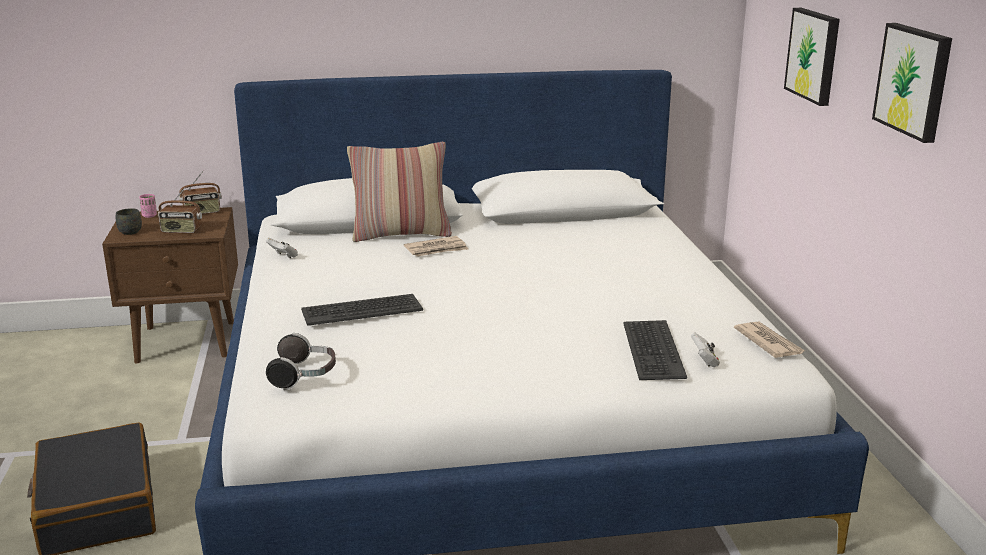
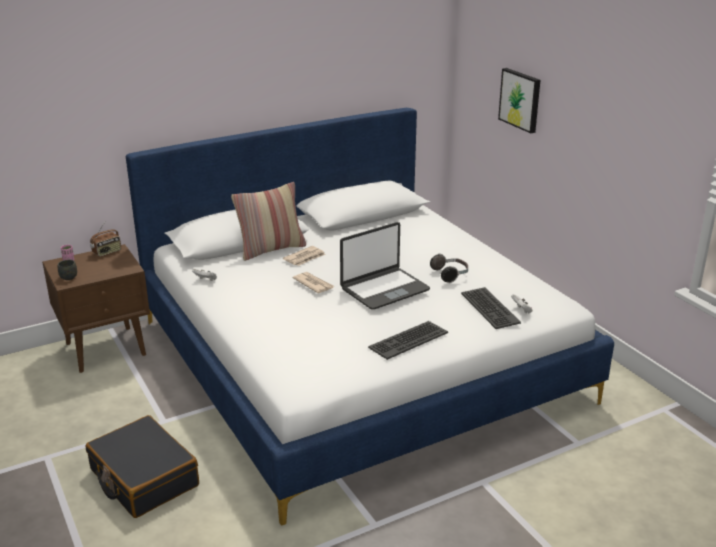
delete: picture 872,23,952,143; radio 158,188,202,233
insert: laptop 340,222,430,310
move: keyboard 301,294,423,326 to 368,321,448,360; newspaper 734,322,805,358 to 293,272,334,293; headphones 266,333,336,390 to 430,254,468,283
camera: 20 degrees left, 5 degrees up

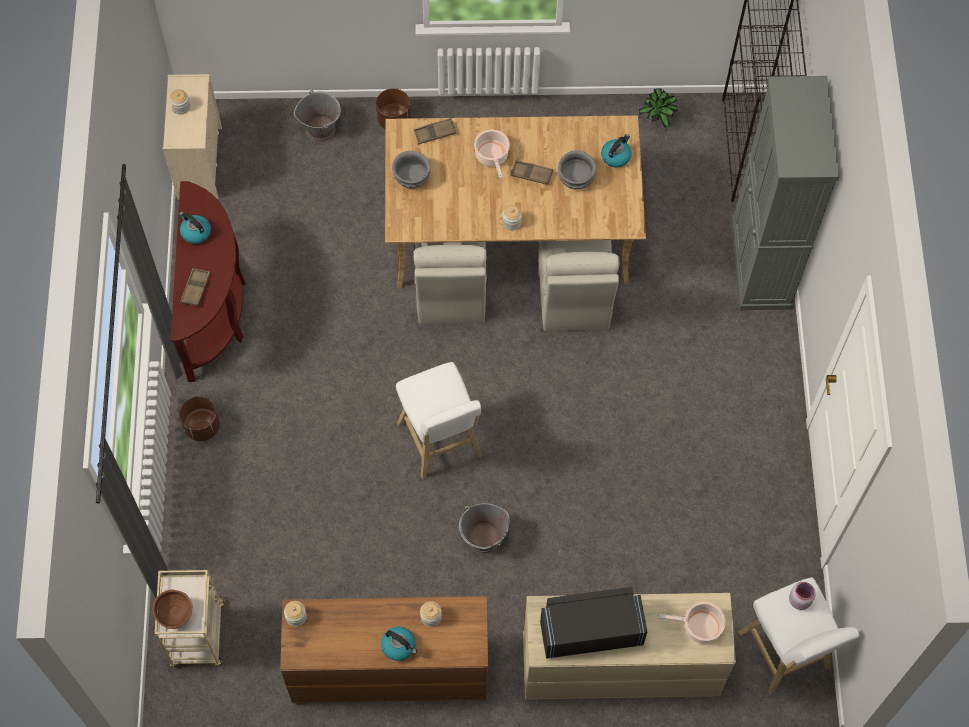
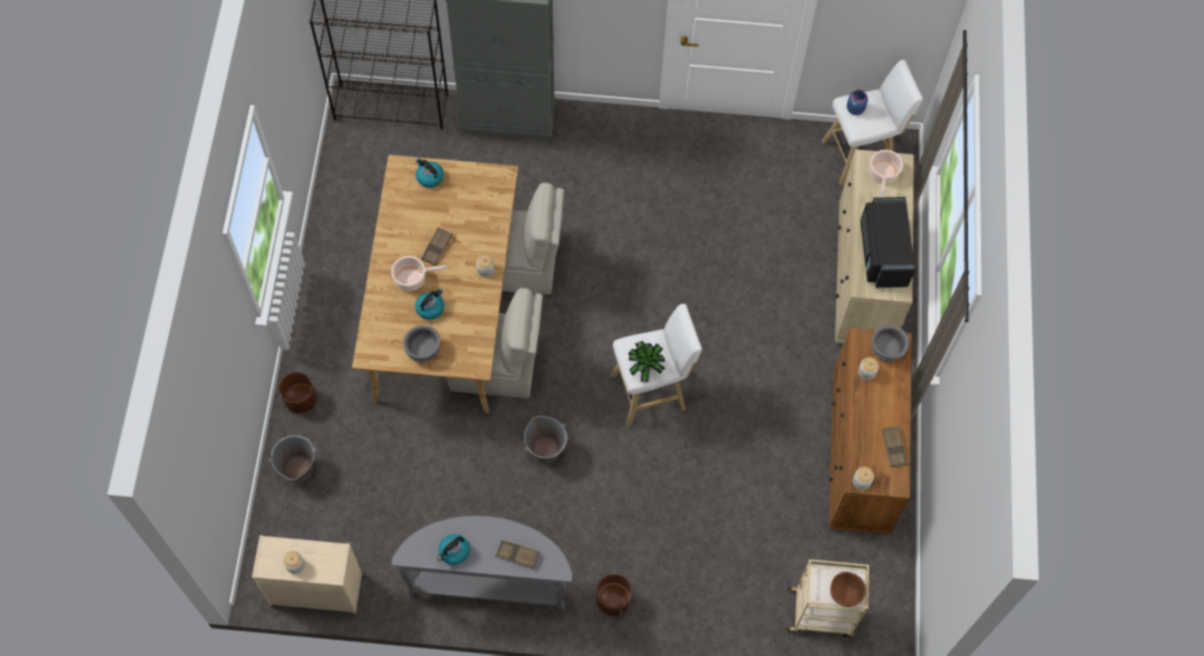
move: potted plant 639,88,677,128 to 628,341,665,382; tray/brown 414,118,456,144 to 882,426,908,467; bowl/grey 558,150,596,189 to 871,325,909,362; bucket/grey 459,503,509,554 to 524,416,568,464; kettle 381,627,417,661 to 415,288,444,320
recolor: console table/brown 171,181,246,382 to console table/grey 391,516,572,612; jar/pink 789,582,816,610 to jar/blue 847,89,868,115
camera: 85 degrees left, 0 degrees up

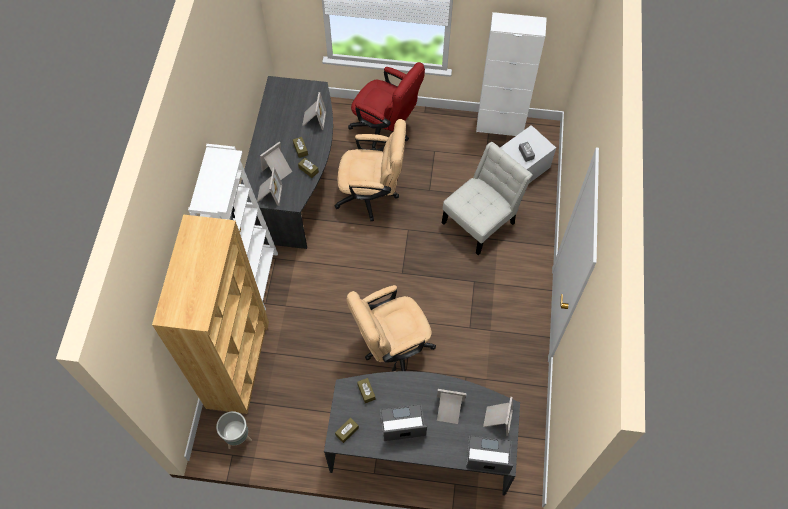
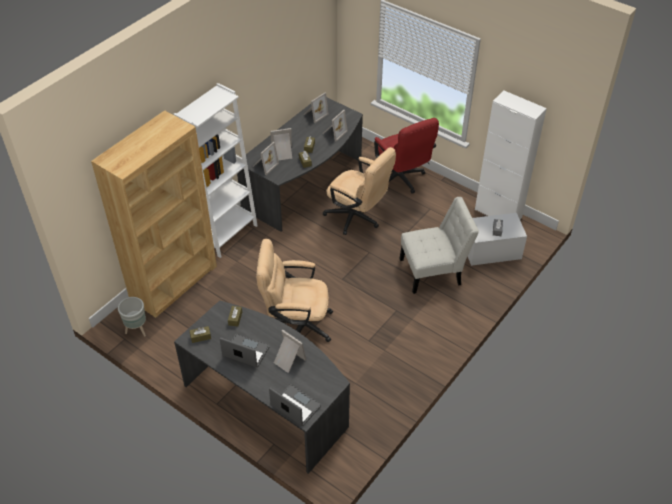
move: picture frame 483,397,513,436 to 304,93,329,123
camera: 30 degrees right, 15 degrees down

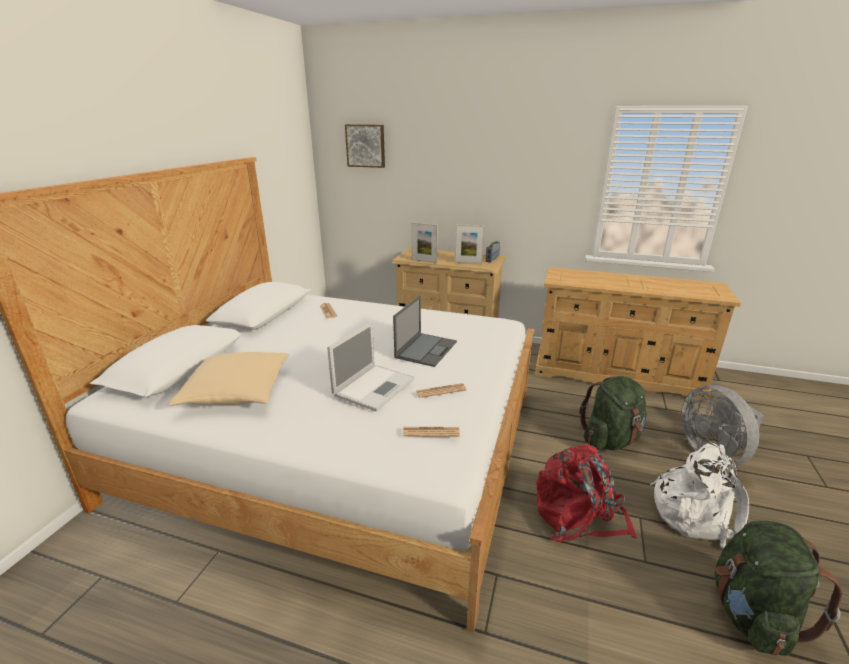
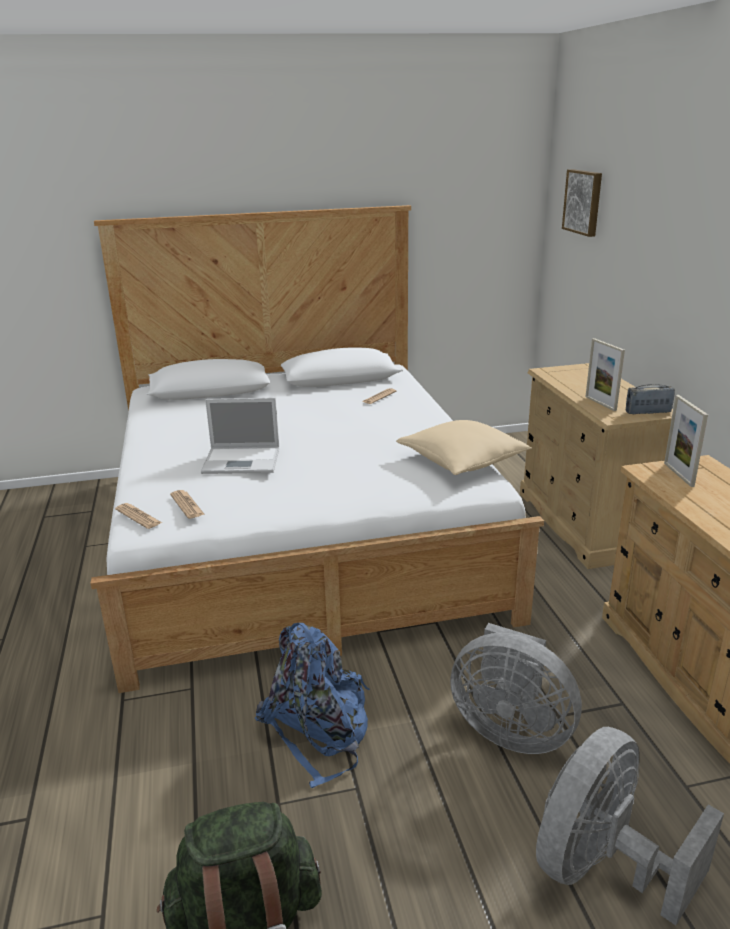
delete: laptop 393,296,457,367; backpack/white 650,443,749,549
move: picture frame 411,222,438,263 to 664,395,708,487; pillow/beige 168,352,290,406 to 396,420,532,475; newspaper 416,383,467,398 to 115,503,162,529
replace: backpack/green 579,376,647,450 to fan/grey 450,623,582,754
recolor: backpack/red 536,445,637,542 to backpack/blue 255,623,370,788
camera: 60 degrees right, 0 degrees up

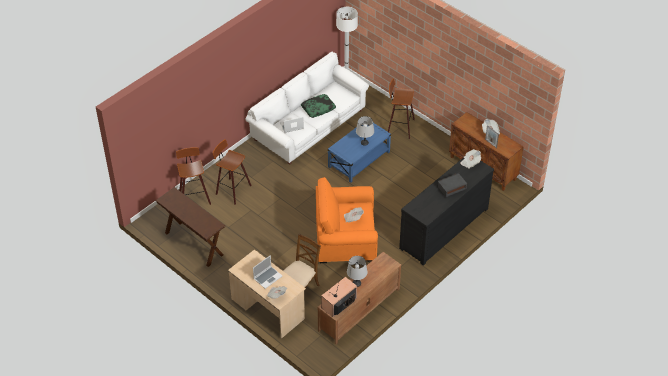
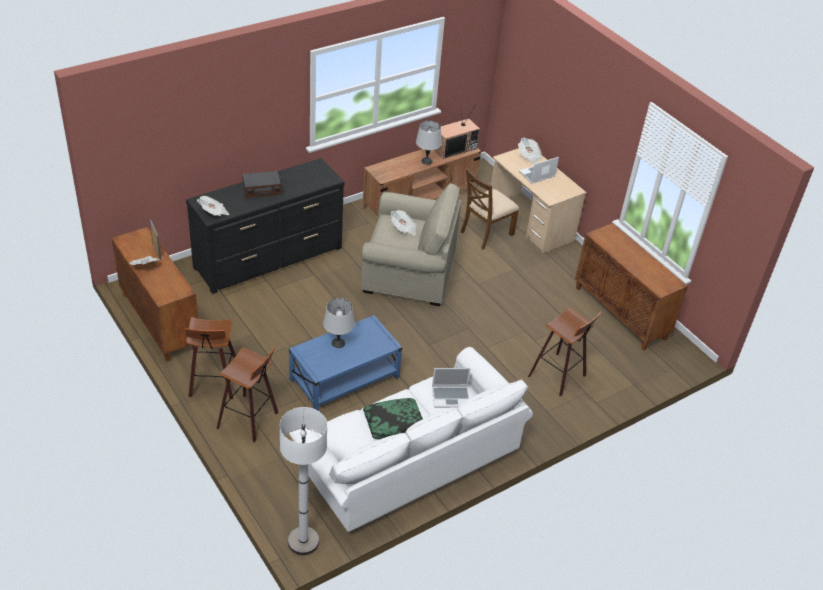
move: stool 176,147,211,205 to 185,317,236,399
replace: console table/brown 155,187,225,267 to cabinet/brown 575,223,688,351
recolor: armchair/orange 316,177,378,263 to armchair/beige 361,183,462,306
camera: 170 degrees left, 5 degrees down

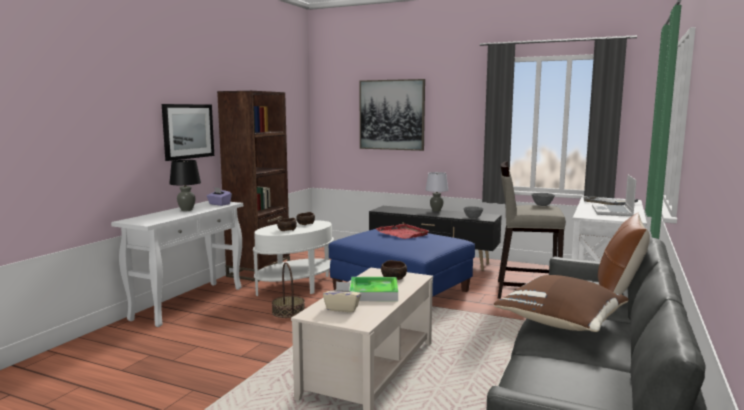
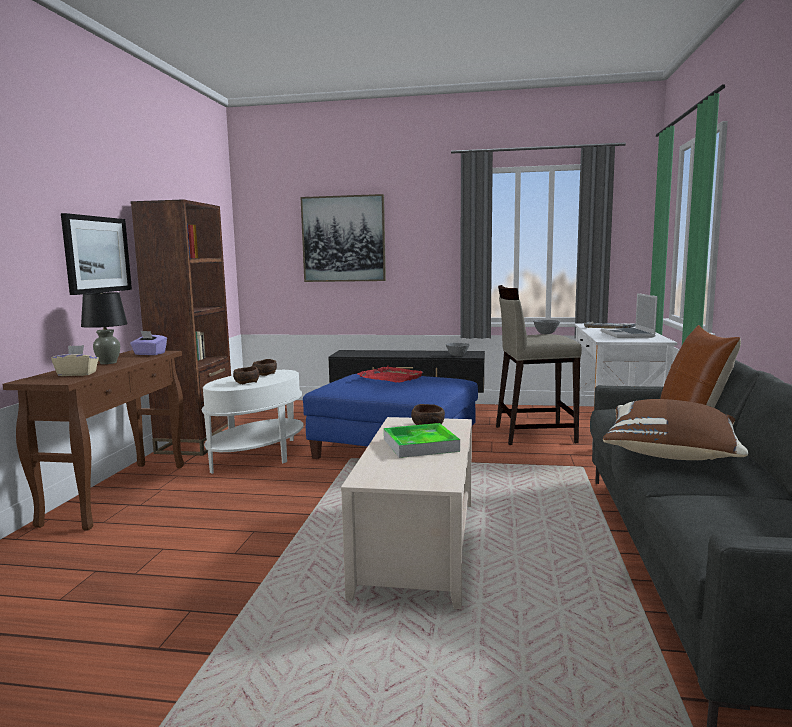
delete: table lamp/grey 426,172,448,212; basket 272,262,305,318
move: tissue box/beige 323,281,361,312 to 51,345,99,376
recolor: console table/white 111,201,243,327 to console table/brown 3,350,184,531
camera: 15 degrees left, 0 degrees up

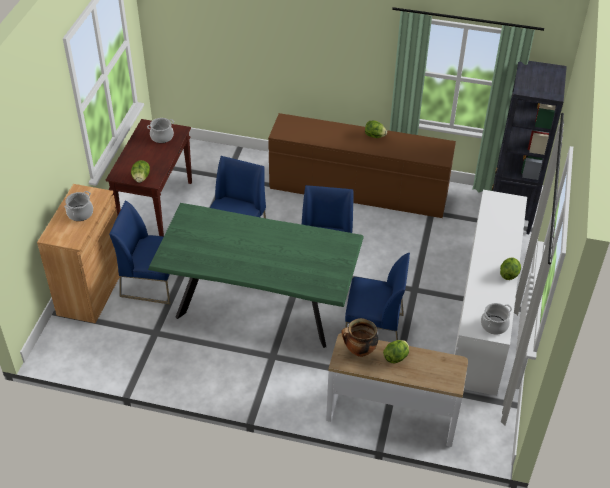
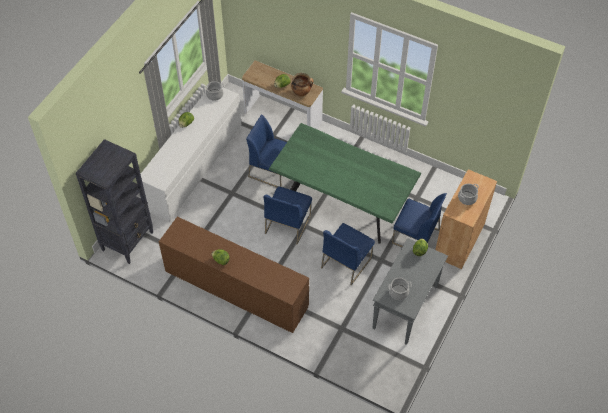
recolor: console table/brown 106,119,192,236 to console table/grey 372,238,448,345
camera: 165 degrees left, 10 degrees up

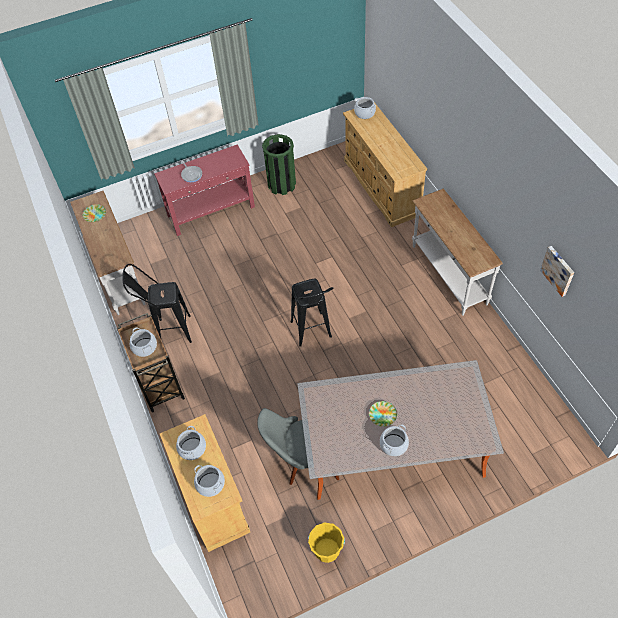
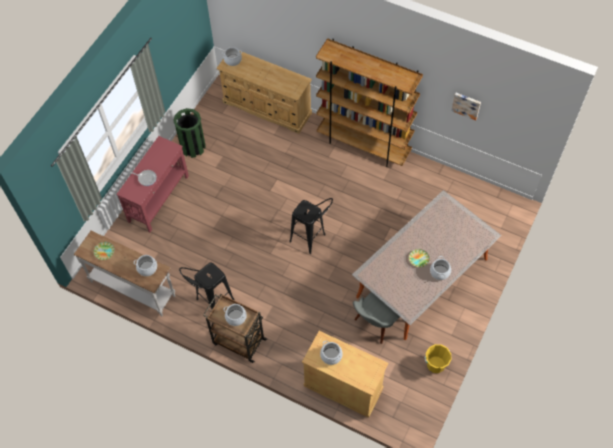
move: cooking pot 194,465,225,497 to 134,255,157,276
replace: console table/white 412,189,503,316 to bookcase/brown 316,38,423,167
camera: 40 degrees left, 5 degrees up

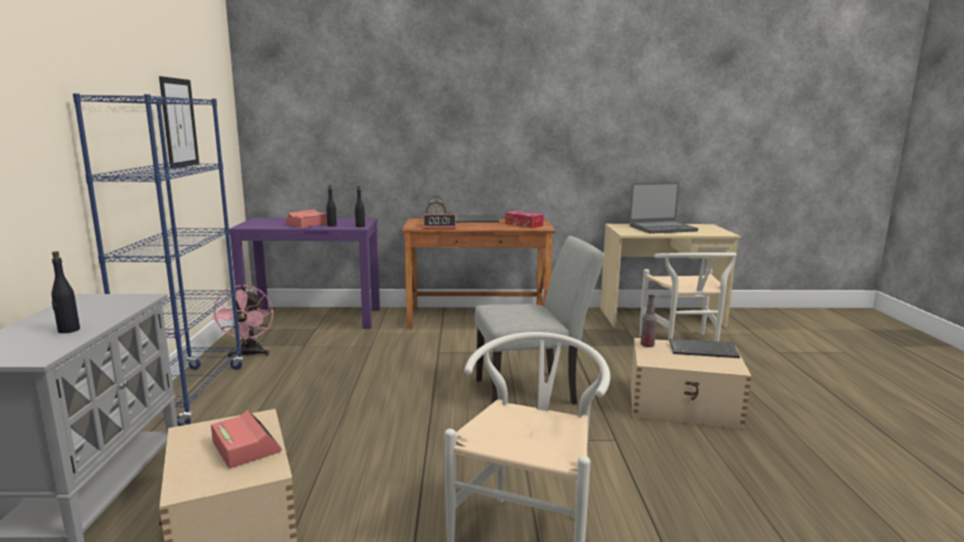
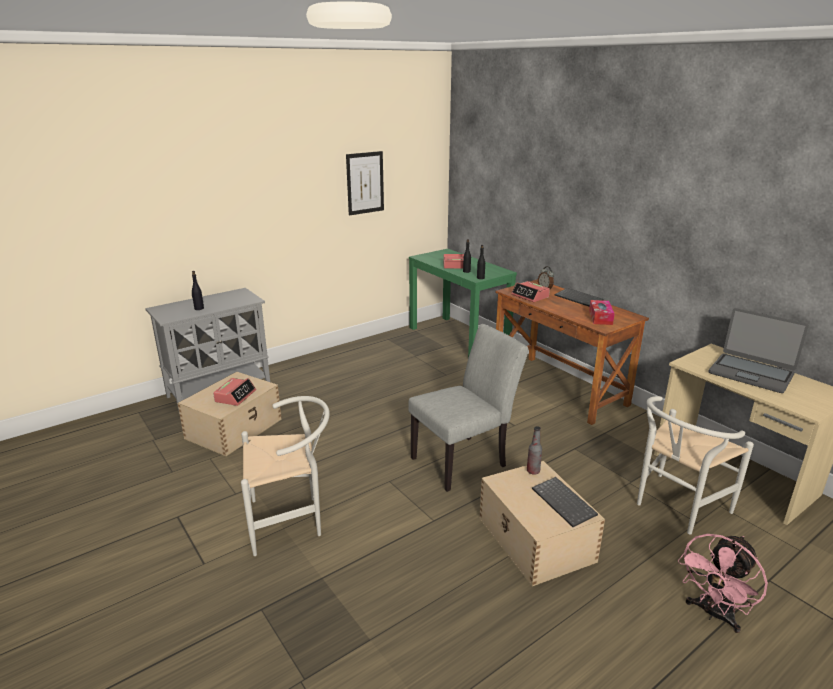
delete: bookcase/blue 73,93,243,426
move: fan/pink 211,284,274,357 to 678,534,768,633
recolor: console table/purple 229,218,380,329 to console table/green 409,249,517,358
rotate: chair/grey 475,236,605,404 = 408,324,528,492 75 degrees counterclockwise
camera: 55 degrees right, 10 degrees up

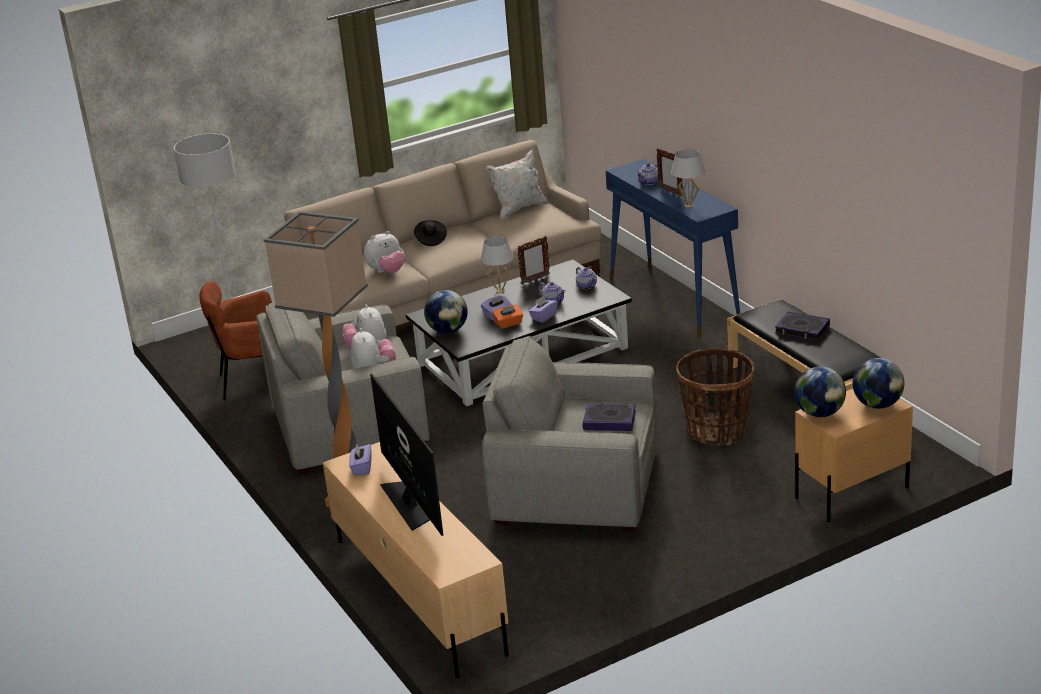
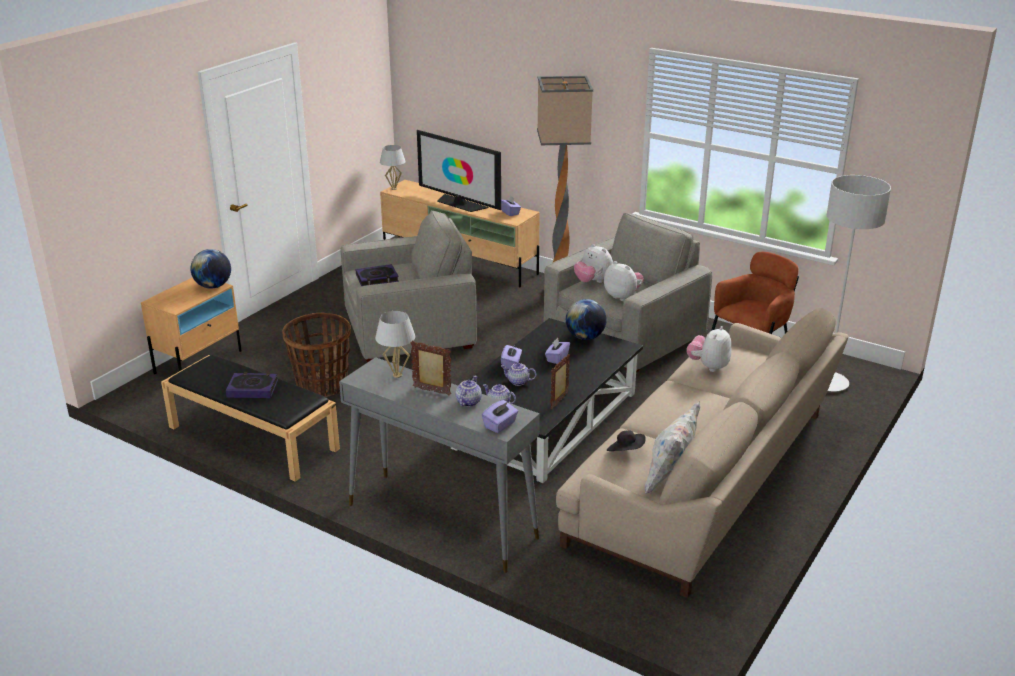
delete: tissue box/orange 492,305,523,329; globe 853,358,904,409
insert: tissue box/purple 482,400,518,433
move: hat/black 414,220,447,246 to 607,430,646,451; table lamp/white 481,236,514,293 to 380,145,406,190
recolor: console table/blue 606,159,740,338 to console table/grey 339,357,540,573
camera: 150 degrees right, 0 degrees up

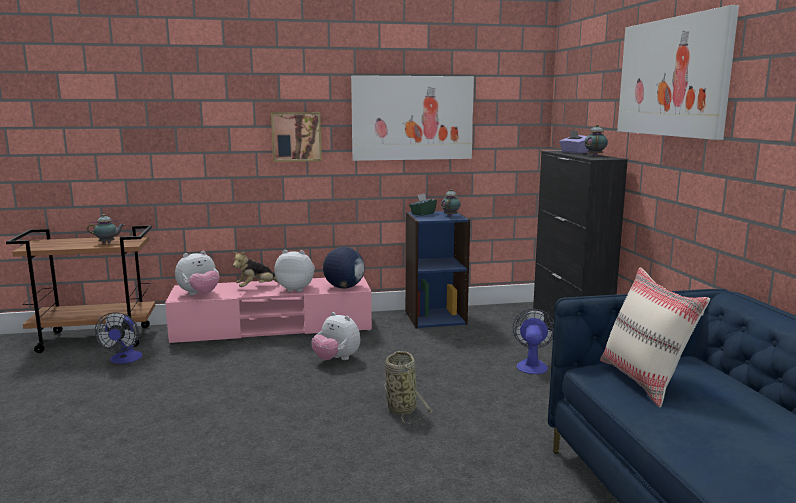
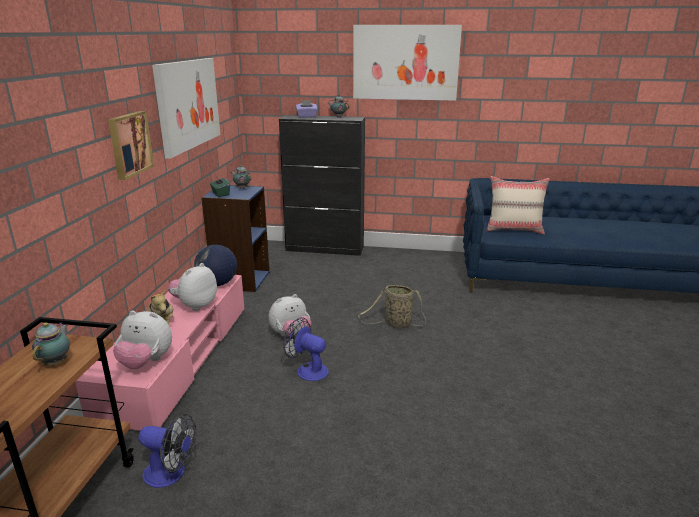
move: fan 513,309,554,374 to 283,317,329,381
rotate: plush toy 175,251,220,295 = 113,310,172,369 120 degrees clockwise
camera: 70 degrees left, 10 degrees up

